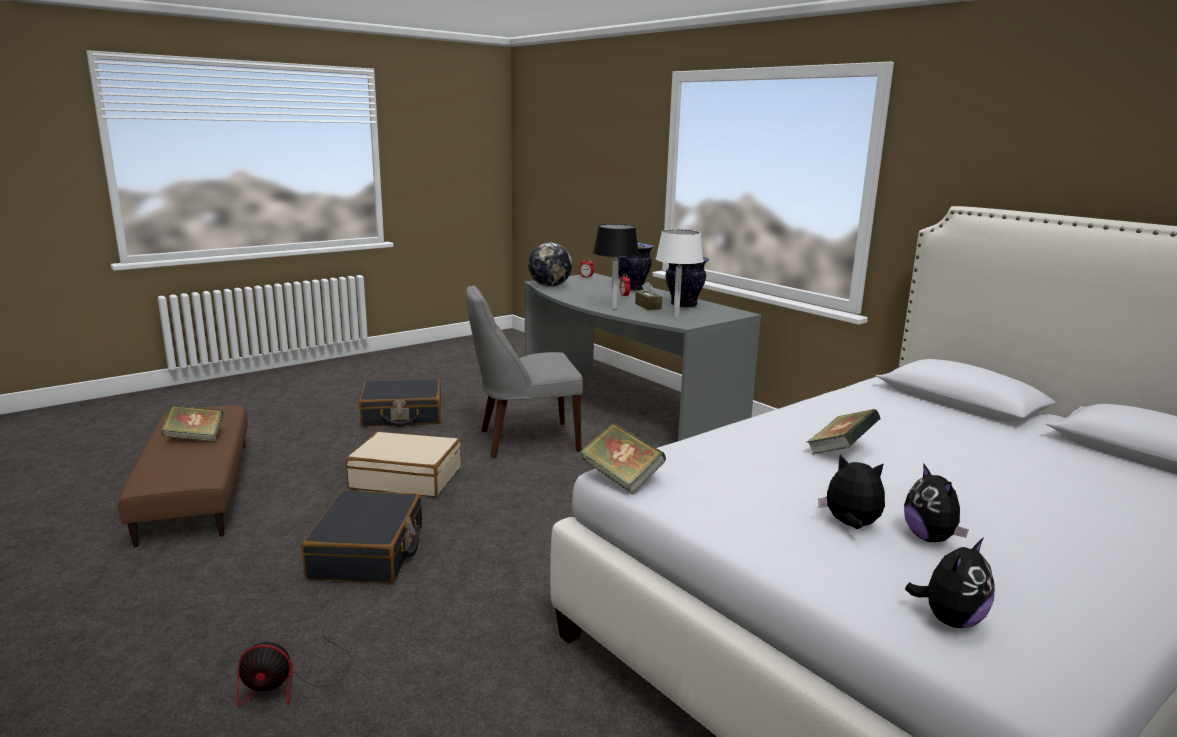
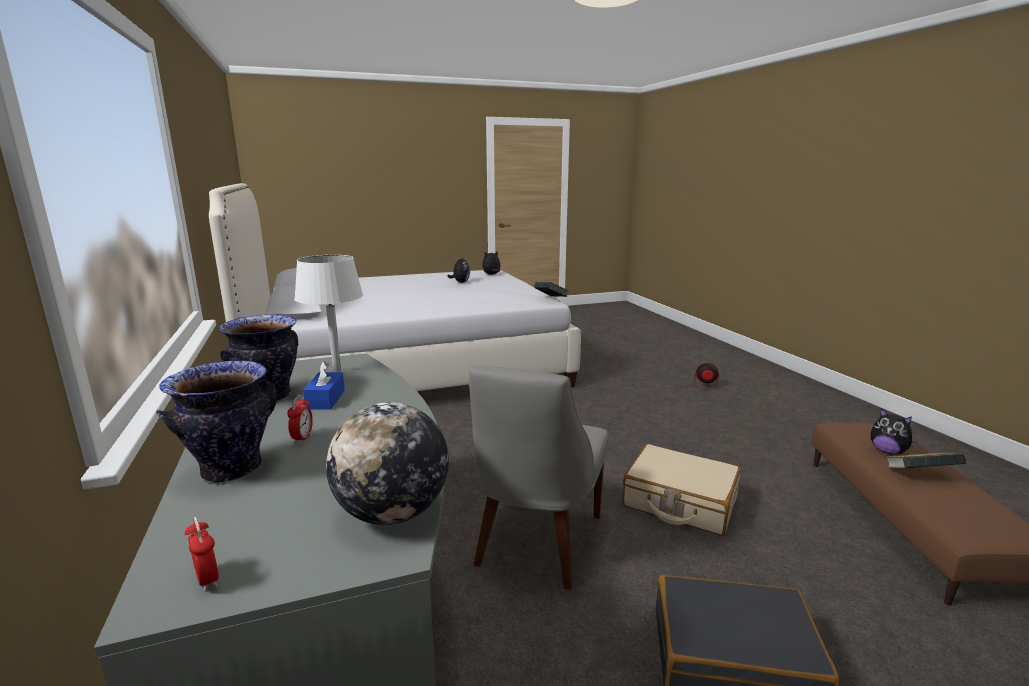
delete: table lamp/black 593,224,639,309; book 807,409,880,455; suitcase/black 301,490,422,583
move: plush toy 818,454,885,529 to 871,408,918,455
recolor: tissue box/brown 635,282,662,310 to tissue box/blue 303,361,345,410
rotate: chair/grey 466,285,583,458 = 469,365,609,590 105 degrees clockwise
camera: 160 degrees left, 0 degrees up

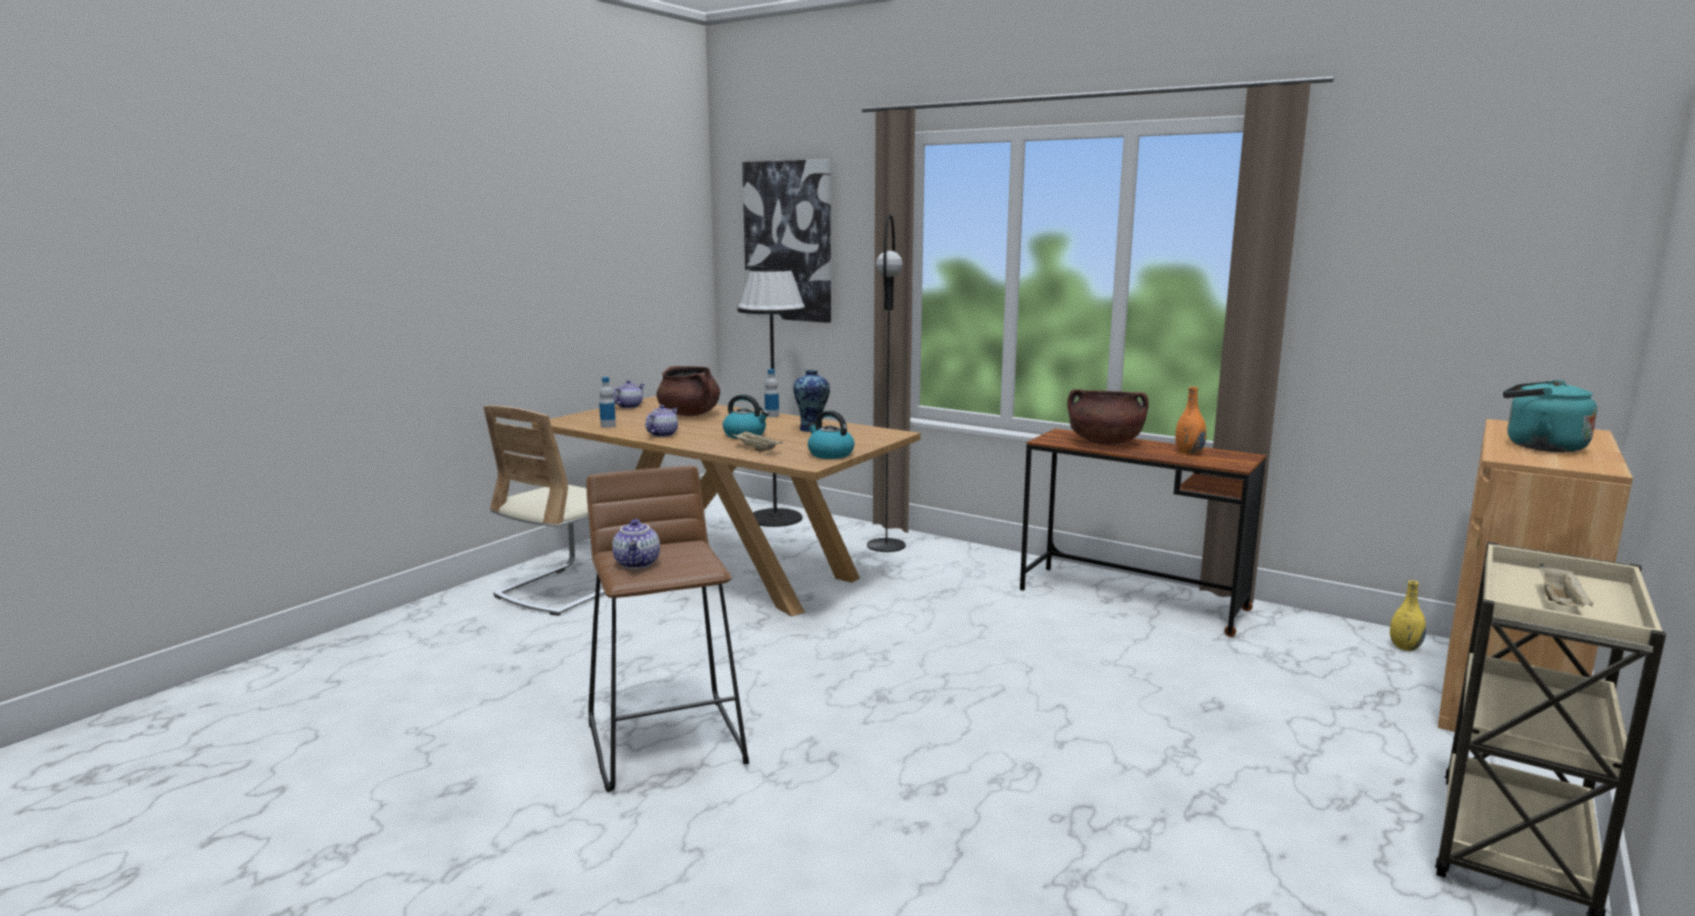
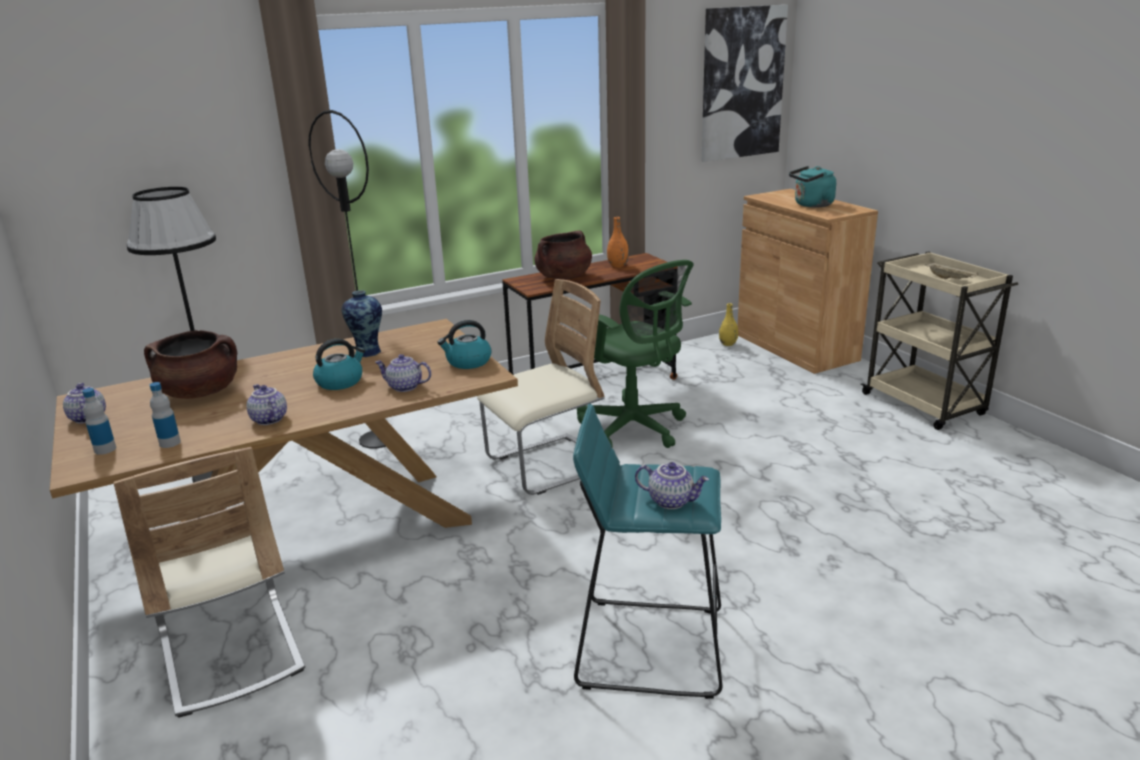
insert: office chair/green 577,260,694,448; chair/beige 477,279,605,495
move: picture 742,159,831,323 to 701,5,788,162; bottle 764,369,779,417 to 82,388,116,455
replace: tray/beige 732,431,782,451 to teapot 375,354,431,392
recolor: stool/brown 586,466,749,792 to stool/turquoise 573,404,723,699
camera: 60 degrees left, 10 degrees up

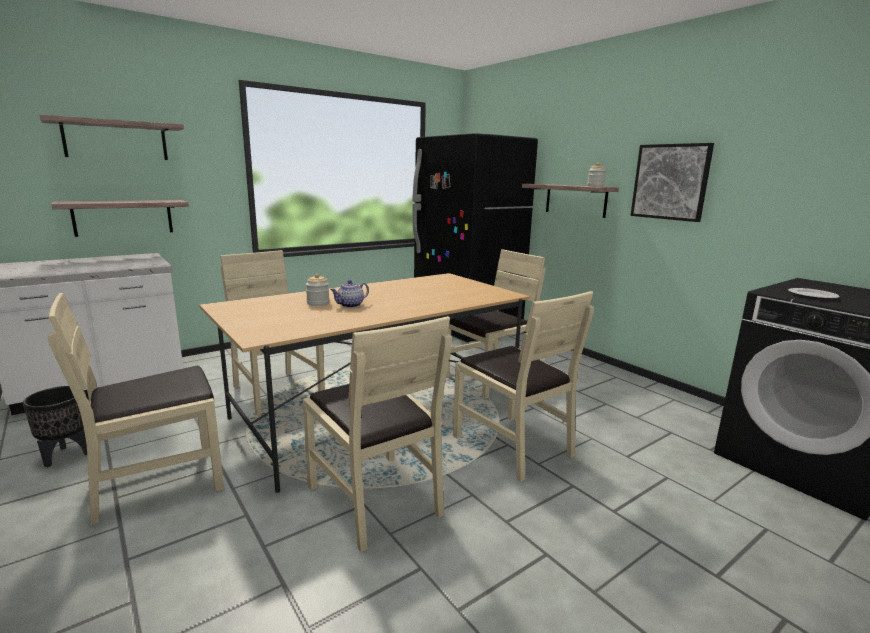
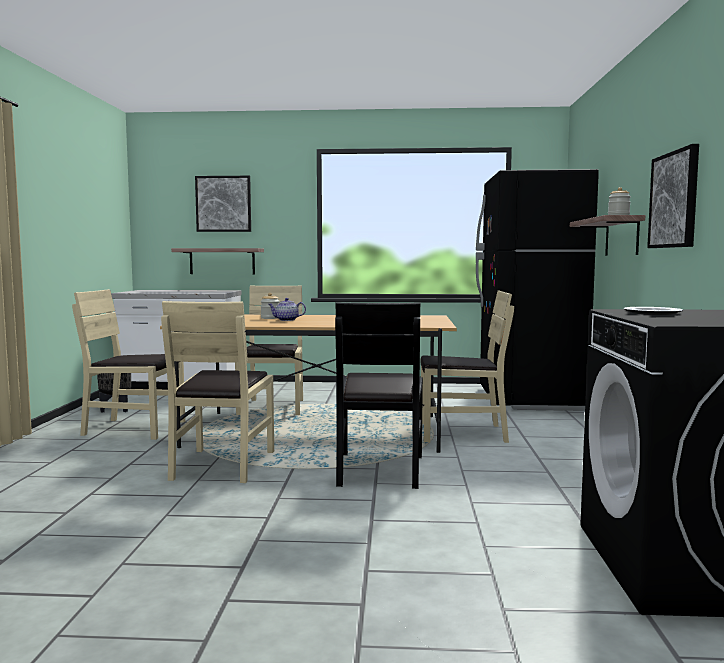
replace: shelf 40,114,184,160 to picture 195,176,251,232
recolor: chair/beige 453,291,594,482 to chair/black 335,302,423,489
camera: 40 degrees right, 10 degrees down

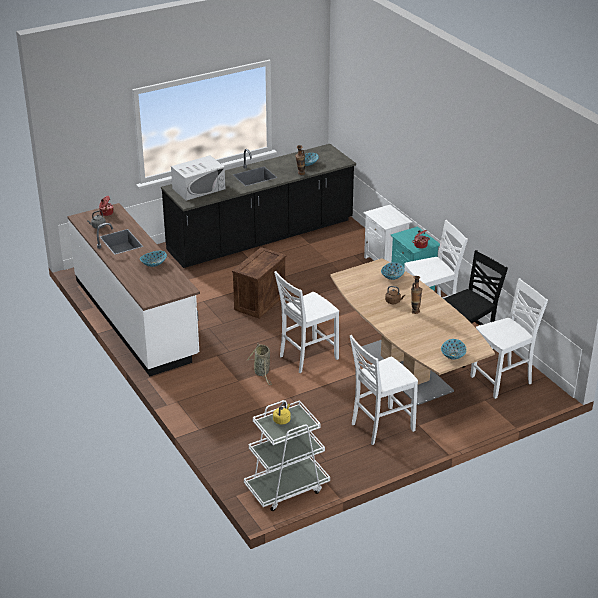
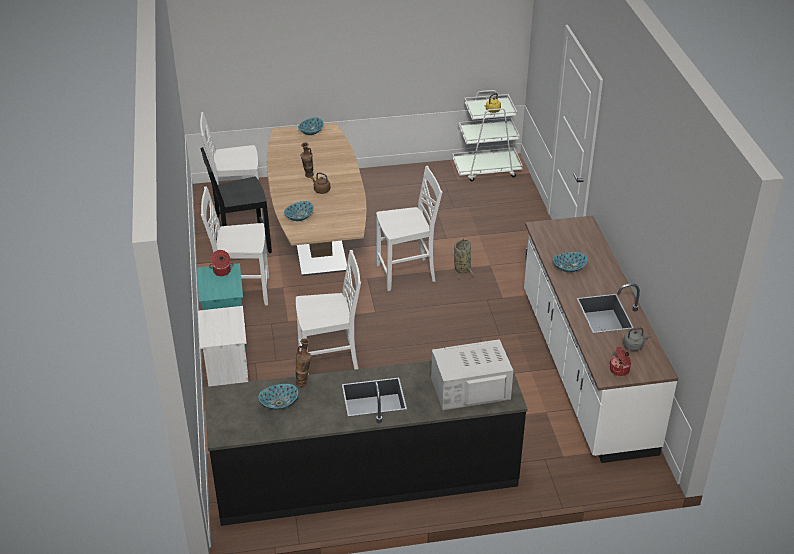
delete: crate 232,247,286,319
move: chair/white 350,335,418,445 to 296,250,361,375
camera: 160 degrees left, 5 degrees up

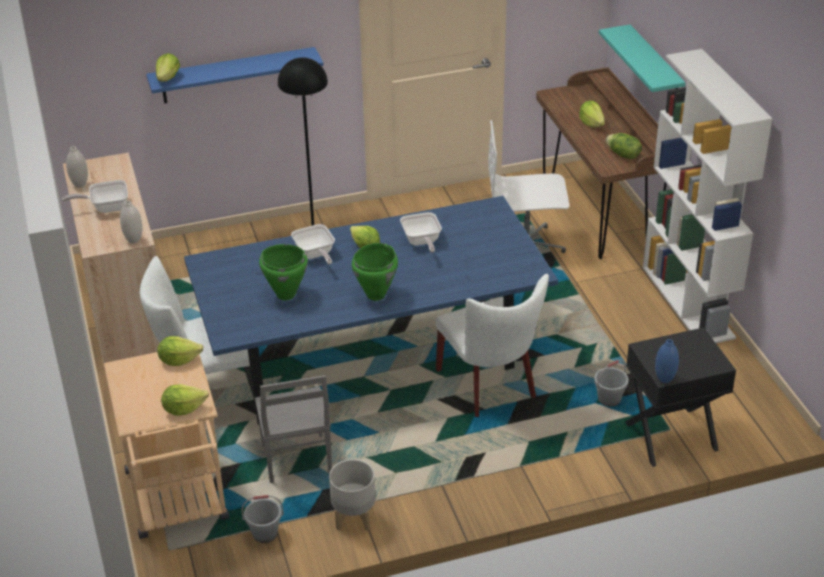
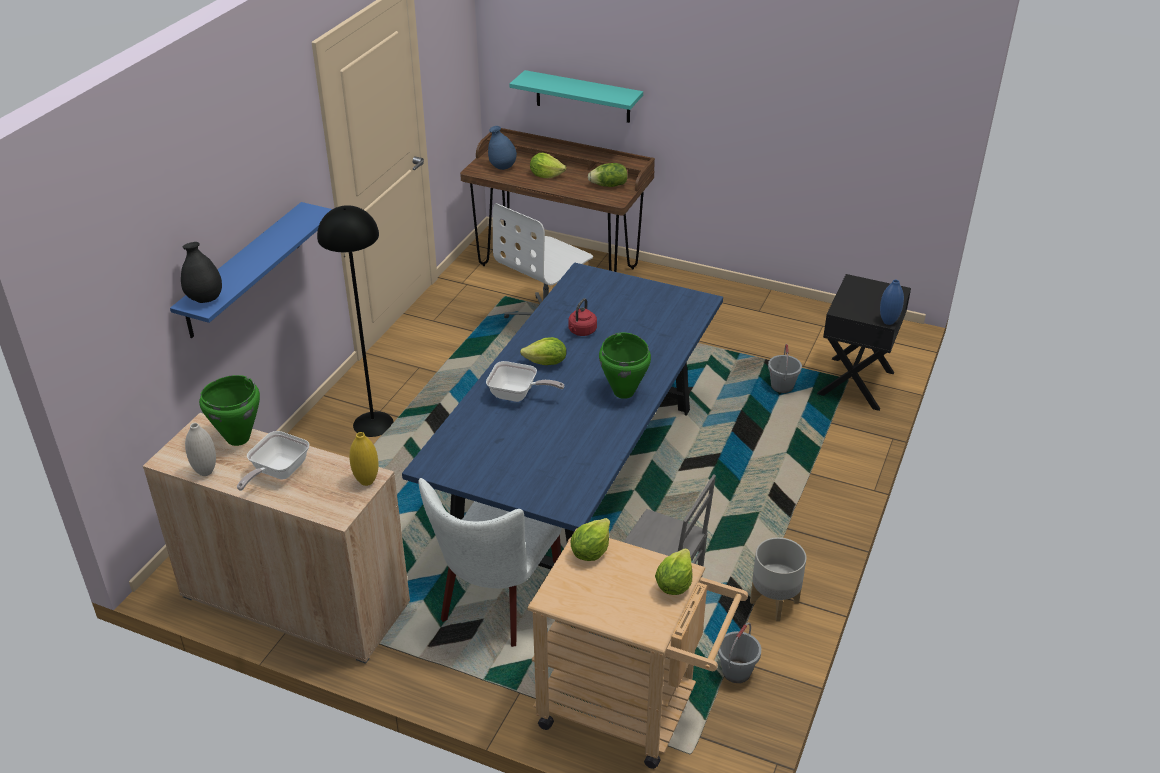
delete: bookcase/white 643,49,773,343; chair/white 435,274,549,417
insert: vase/blue 488,126,517,170
move: cooking pot/green 259,244,308,300 to 199,375,260,446
replace: lettuce 156,53,180,82 to vase/black 181,242,222,303; frying pan 400,212,442,253 to kettle/red 569,298,597,336
recolor: vase/white 120,201,143,244 to vase/yellow 349,432,379,486
camera: 50 degrees left, 0 degrees up

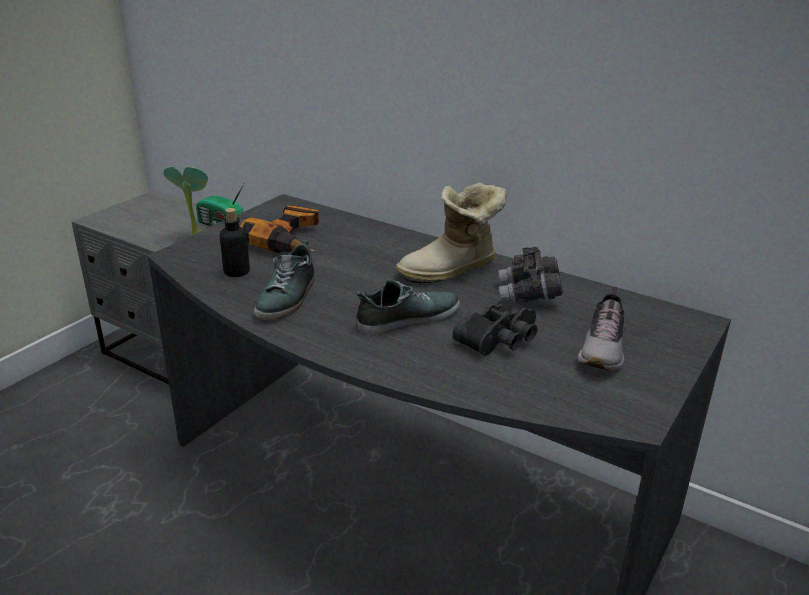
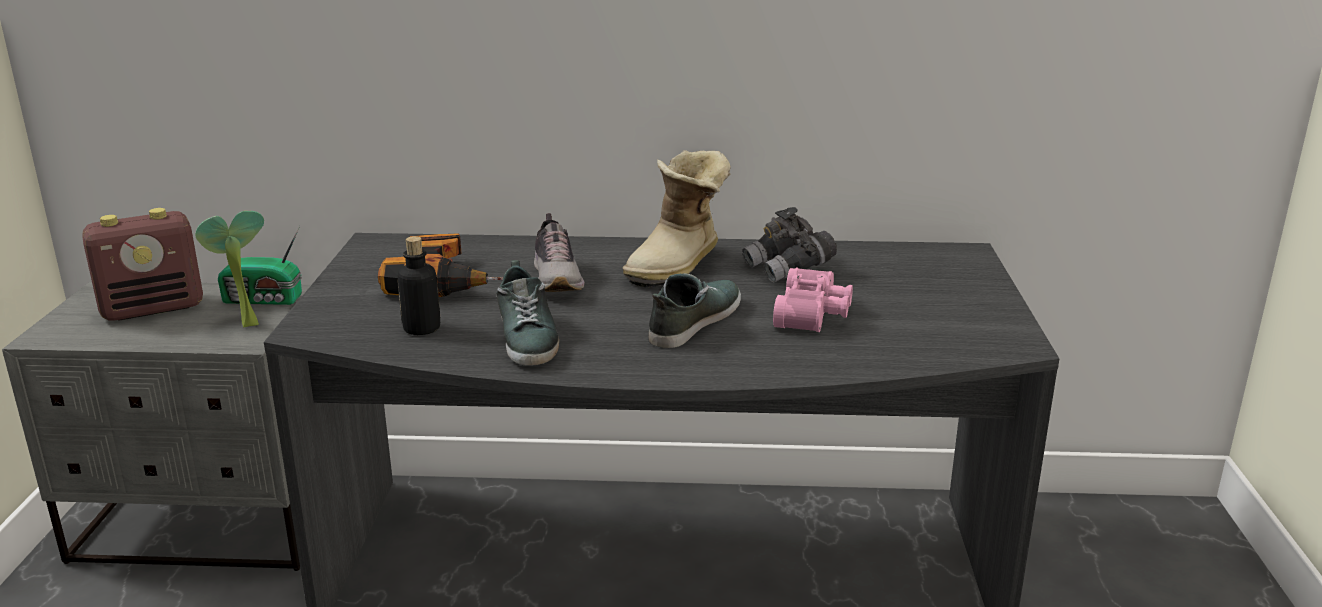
insert: radio 82,208,203,321
move: shoe 577,287,624,371 to 534,213,584,292
recolor: binoculars/black 453,297,538,356 to binoculars/pink 773,268,853,332
camera: 30 degrees left, 5 degrees down

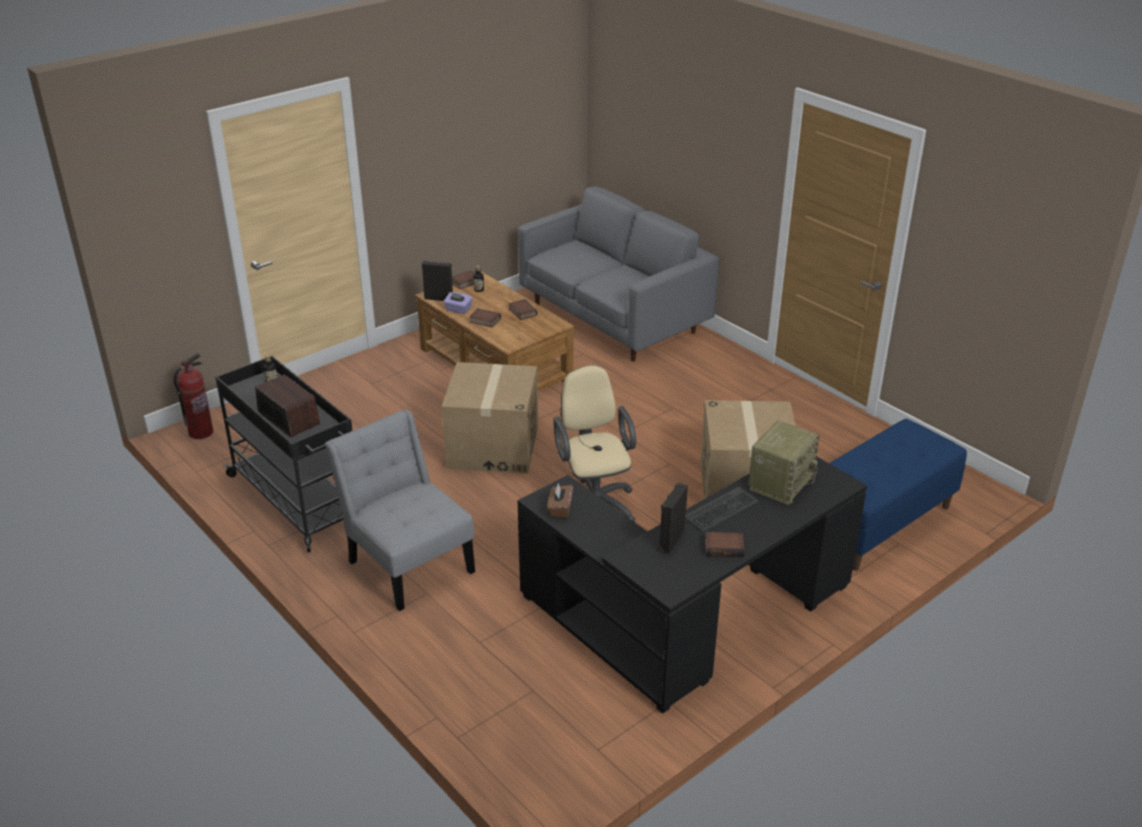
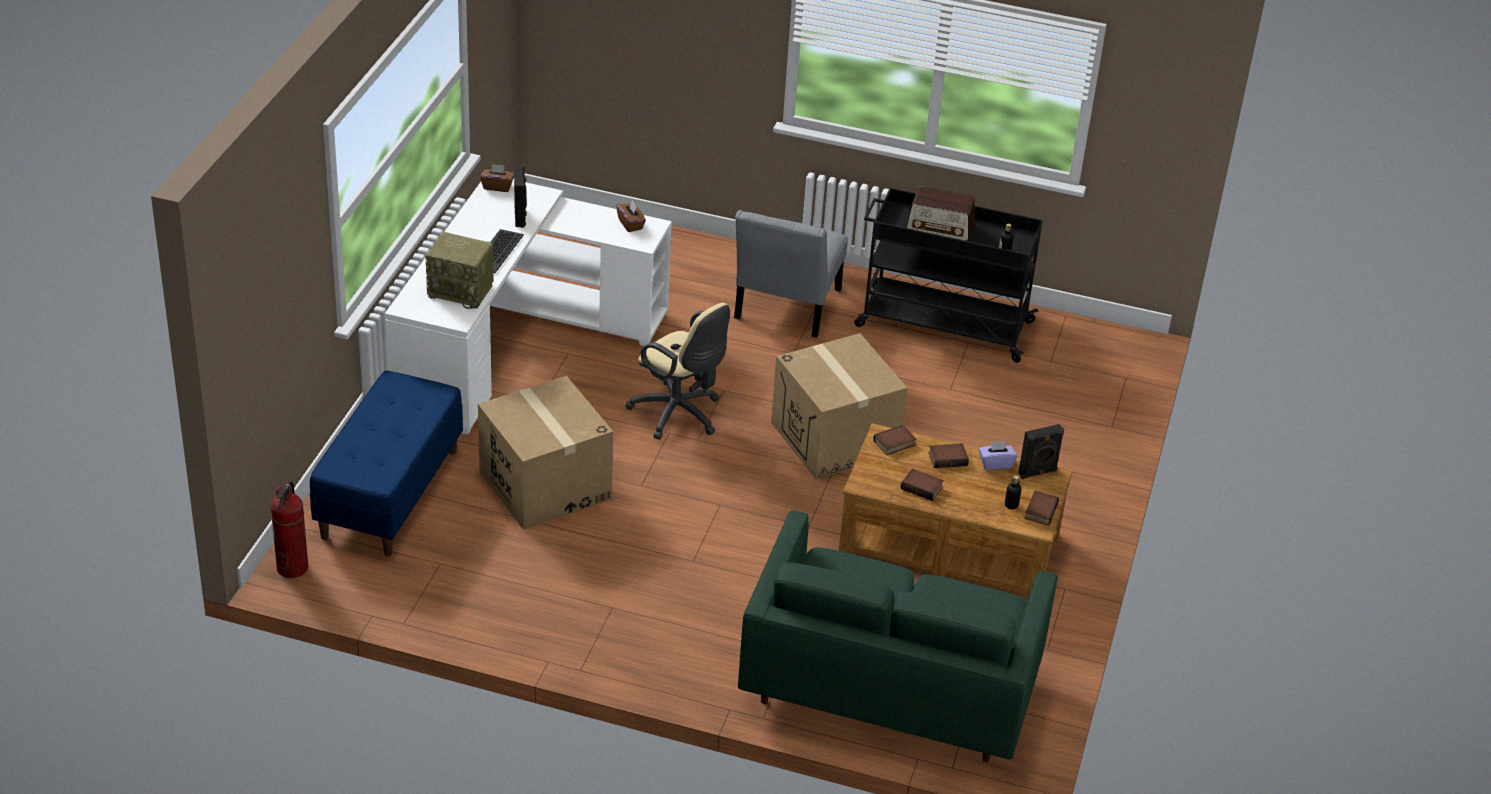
insert: tissue box/brown 480,164,514,192
move: fire extinguisher 173,353,213,439 to 271,481,308,578; book 705,532,745,557 to 873,425,916,455
recolor: sofa/grey 518,187,719,361 to sofa/green 738,510,1058,762; desk/black 517,457,867,713 to desk/white 385,180,672,435
rotate: chair/grey 325,409,475,611 = 734,210,848,338 90 degrees clockwise; radio 749,420,820,505 = 426,232,493,309 75 degrees counterclockwise
camera: 145 degrees right, 5 degrees up

